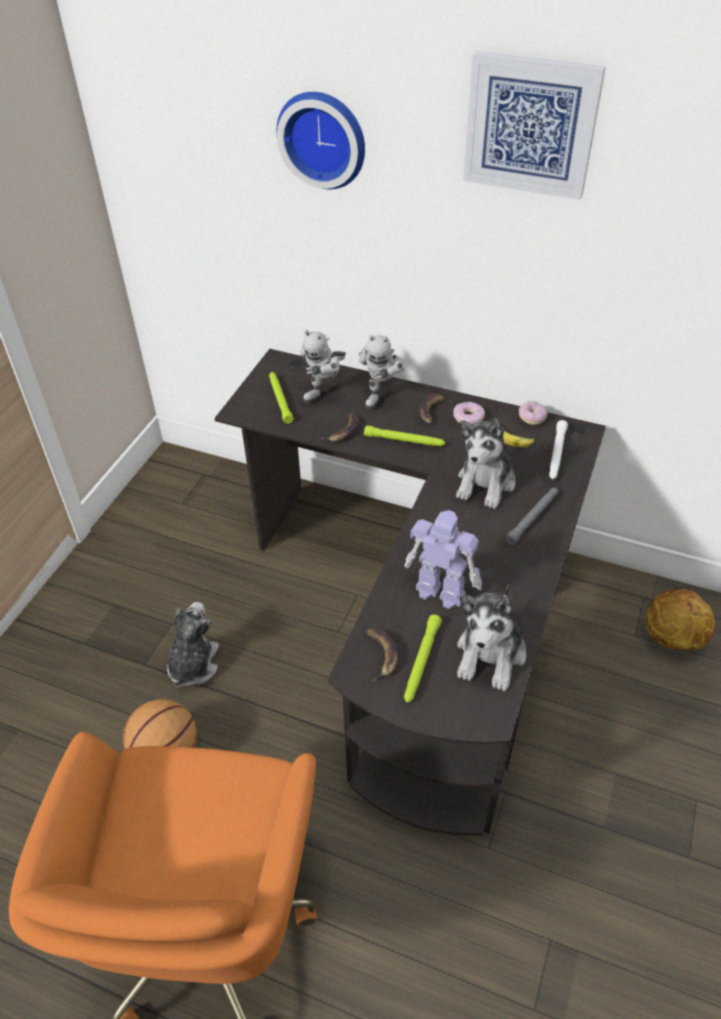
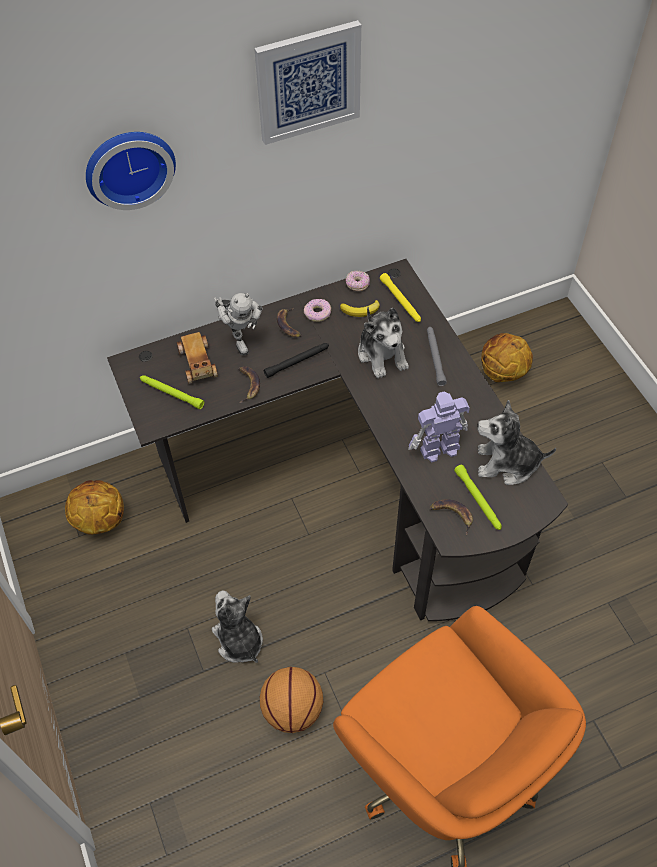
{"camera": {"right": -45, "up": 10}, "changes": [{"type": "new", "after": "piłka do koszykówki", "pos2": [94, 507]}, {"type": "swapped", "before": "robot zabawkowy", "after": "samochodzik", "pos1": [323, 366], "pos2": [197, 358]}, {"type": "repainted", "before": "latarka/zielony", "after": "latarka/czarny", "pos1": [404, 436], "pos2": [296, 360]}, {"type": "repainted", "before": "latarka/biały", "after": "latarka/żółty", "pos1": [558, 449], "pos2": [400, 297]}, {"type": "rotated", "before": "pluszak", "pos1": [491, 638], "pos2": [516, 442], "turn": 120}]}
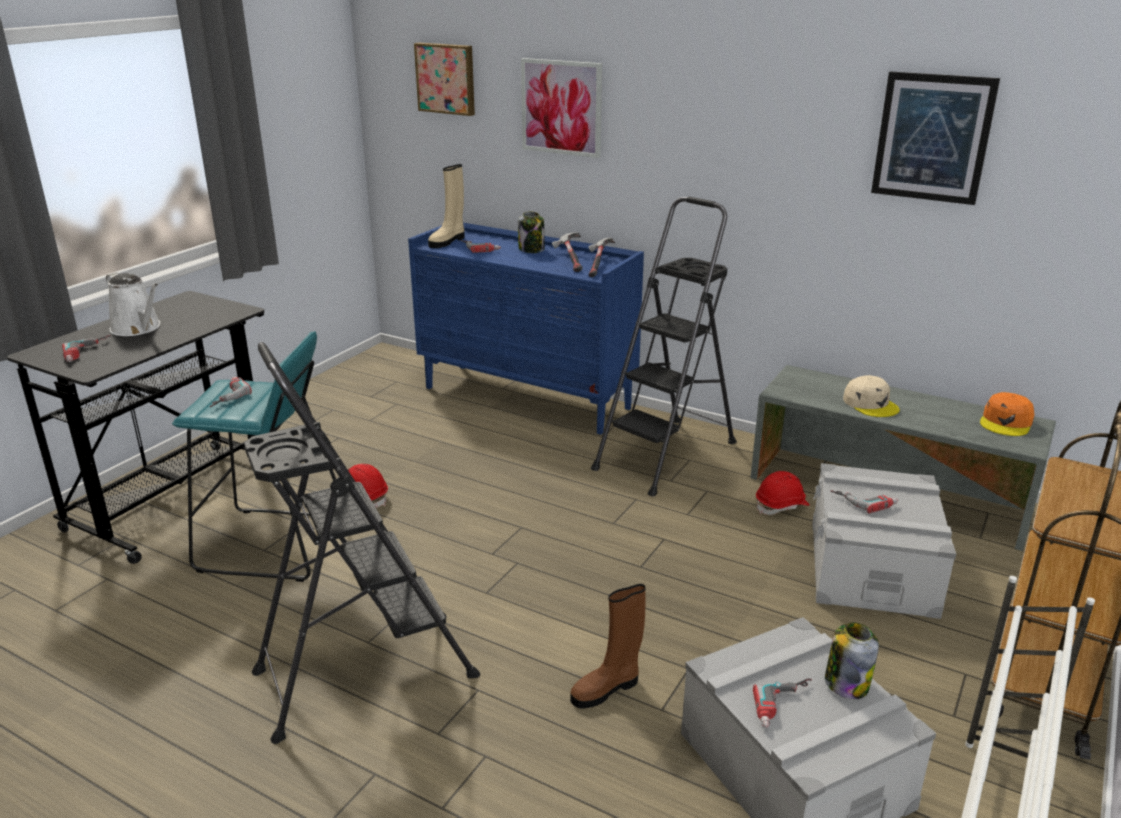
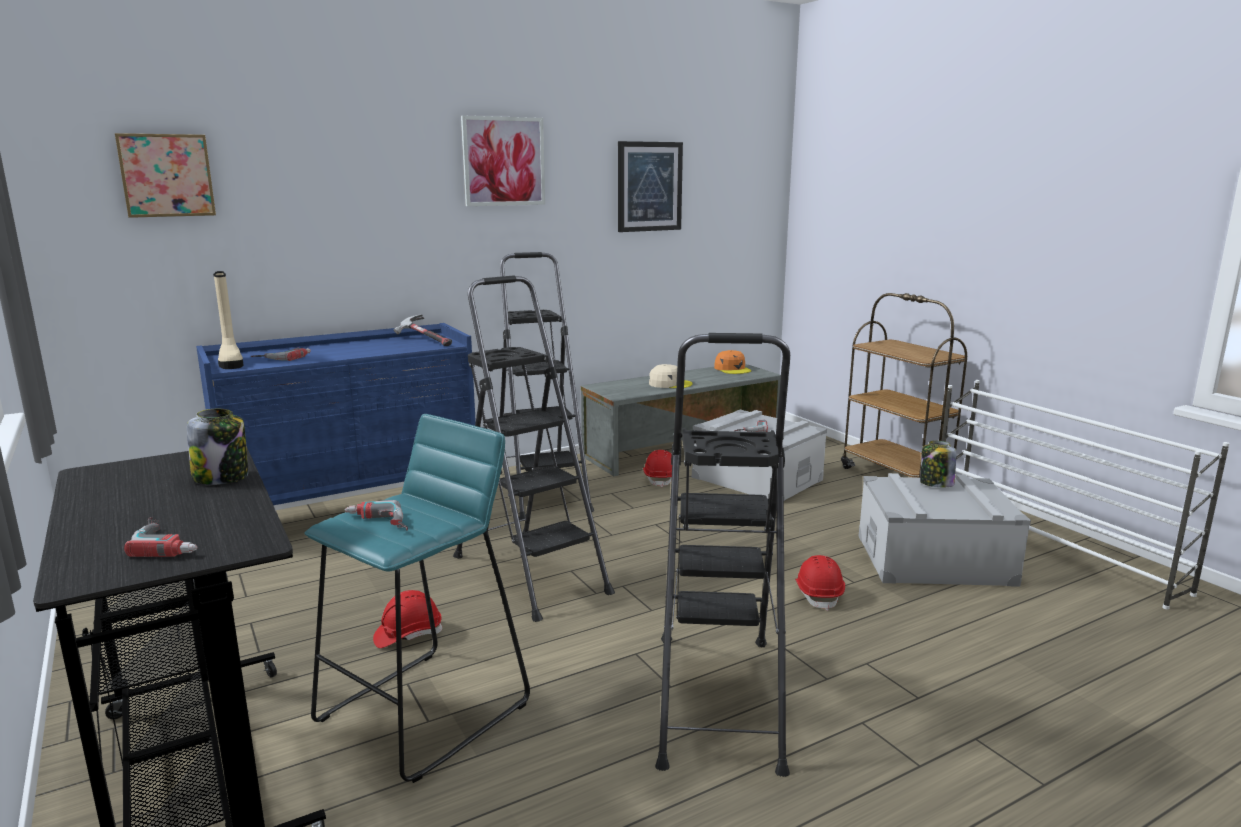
{"camera": {"right": -60, "up": -10}, "changes": [{"type": "shifted", "before": "słoik", "pos1": [531, 232], "pos2": [217, 447]}, {"type": "new", "after": "drabinka", "pos2": [534, 448]}, {"type": "shifted", "before": "obraz", "pos1": [561, 108], "pos2": [503, 160]}, {"type": "swapped", "before": "but z cholewką/brązowy", "after": "kask/czerwony", "pos1": [608, 646], "pos2": [820, 583]}, {"type": "gone", "before": "konewka/biały", "pos1": [133, 304]}, {"type": "gone", "before": "młotek", "pos1": [567, 252]}, {"type": "gone", "before": "wiertarka", "pos1": [782, 703]}]}
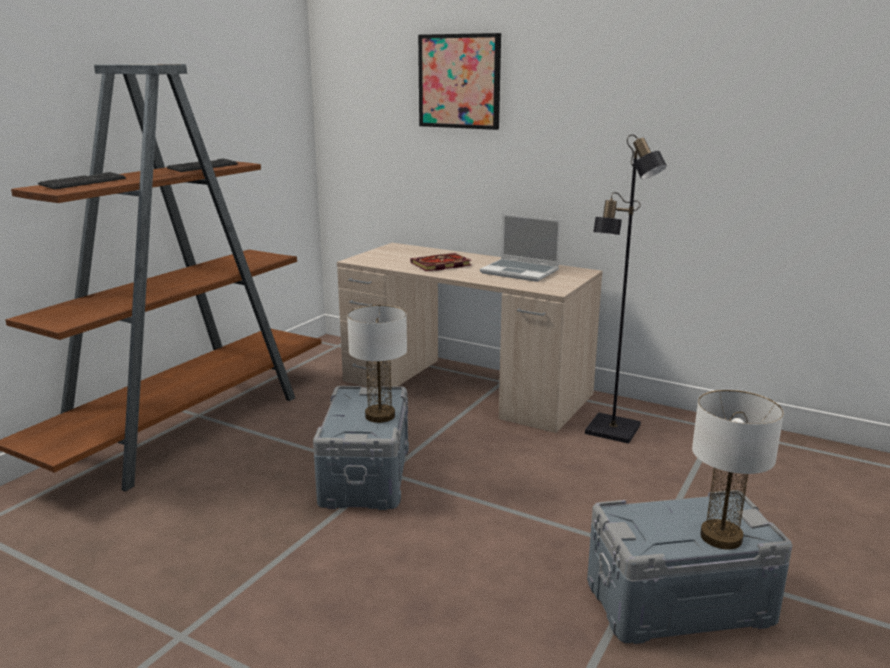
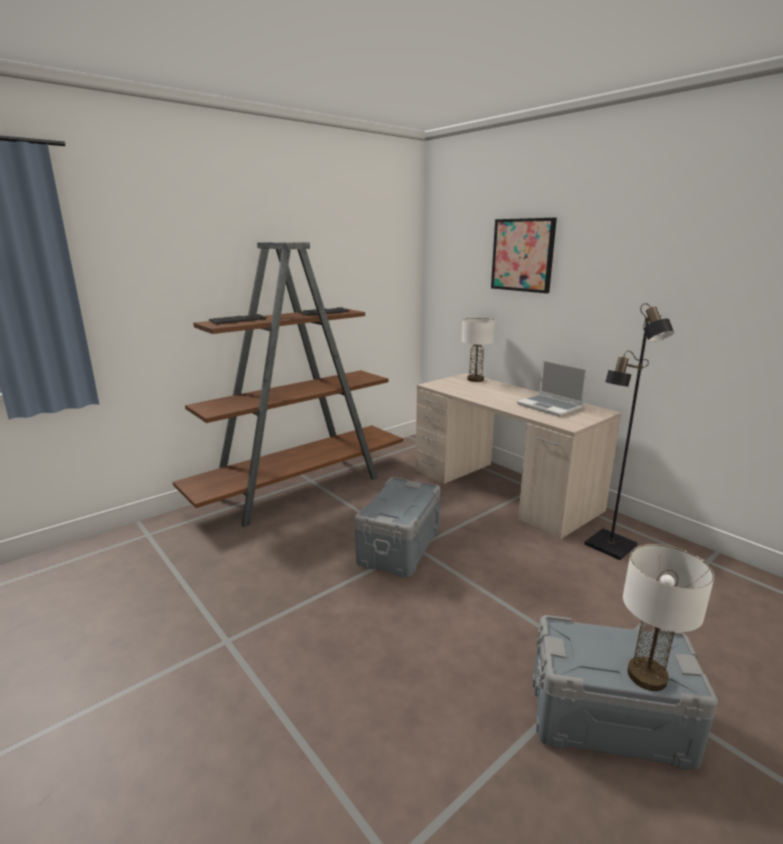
{"camera": {"right": 20, "up": 0}, "changes": [{"type": "shifted", "before": "lampa stołowa", "pos1": [377, 364], "pos2": [478, 350]}, {"type": "gone", "before": "książka", "pos1": [441, 262]}]}
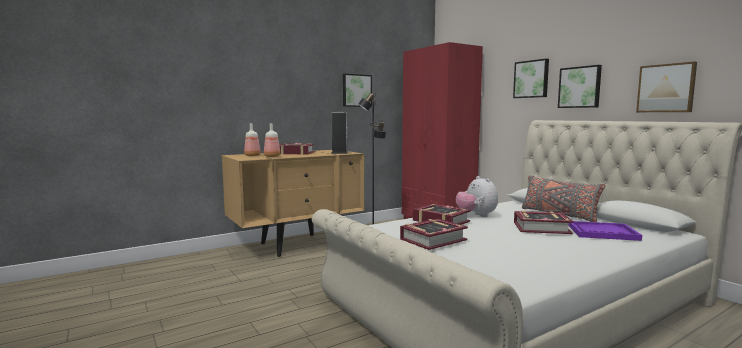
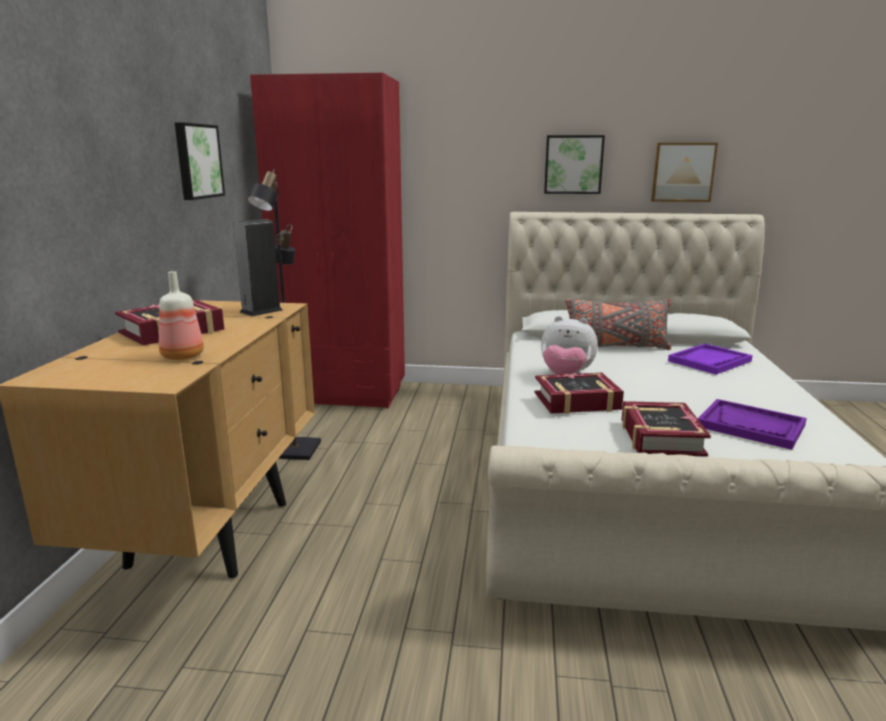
{"camera": {"right": -50, "up": 10}, "changes": [{"type": "new", "after": "taca/fioletowy", "pos2": [752, 424]}, {"type": "gone", "before": "butelka", "pos1": [252, 139]}, {"type": "gone", "before": "obraz", "pos1": [531, 78]}, {"type": "gone", "before": "książka", "pos1": [544, 222]}]}
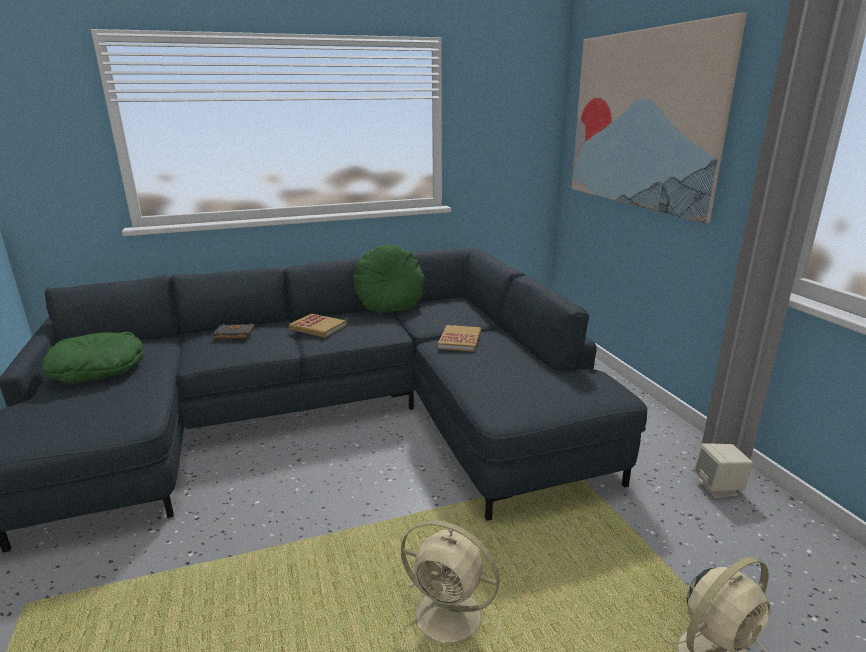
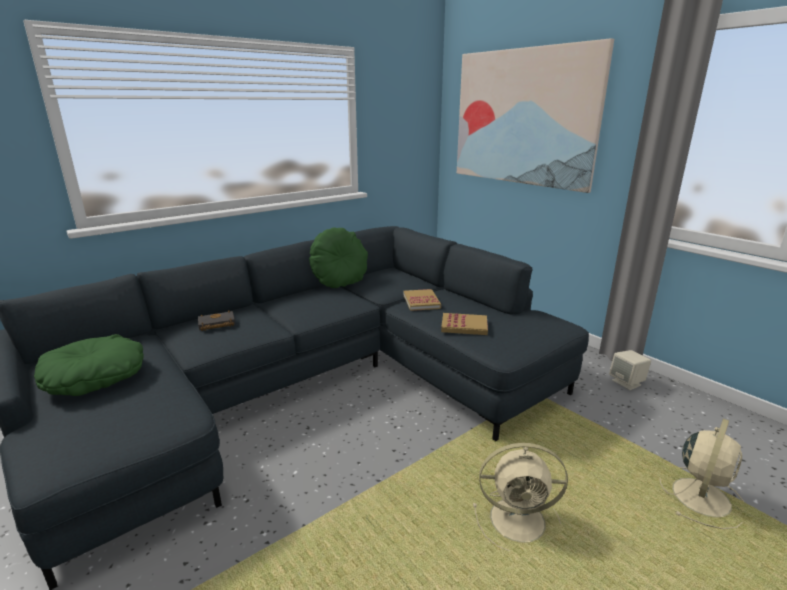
{"camera": {"right": -20, "up": 0}, "changes": [{"type": "shifted", "before": "książka", "pos1": [317, 325], "pos2": [464, 324]}]}
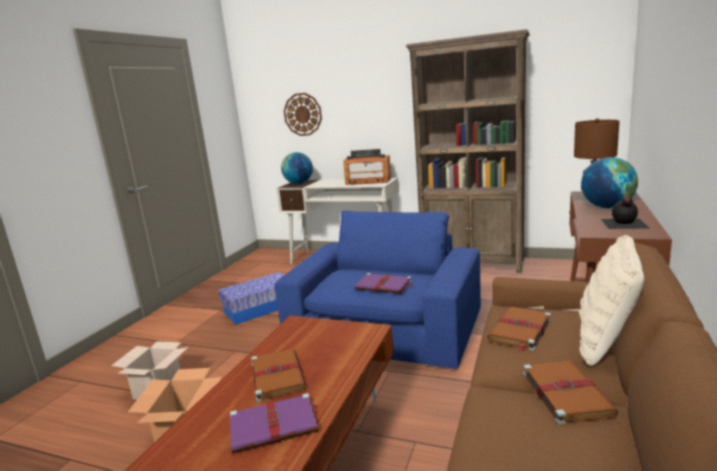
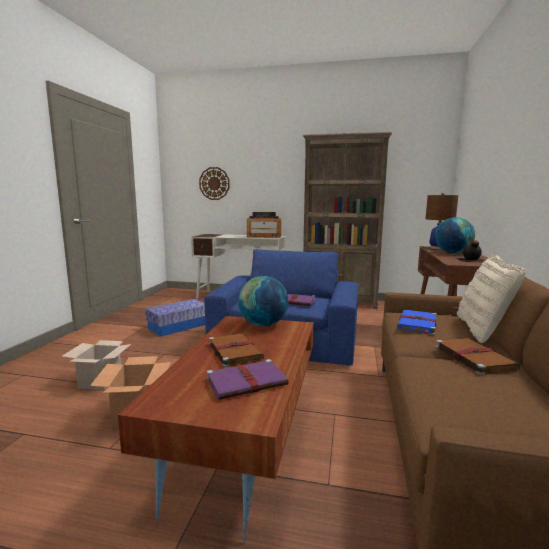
{"camera": {"right": -10, "up": -5}, "changes": [{"type": "shifted", "before": "globus", "pos1": [297, 168], "pos2": [263, 301]}, {"type": "repainted", "before": "książka/brązowy", "after": "książka/niebieski", "pos1": [519, 329], "pos2": [417, 323]}]}
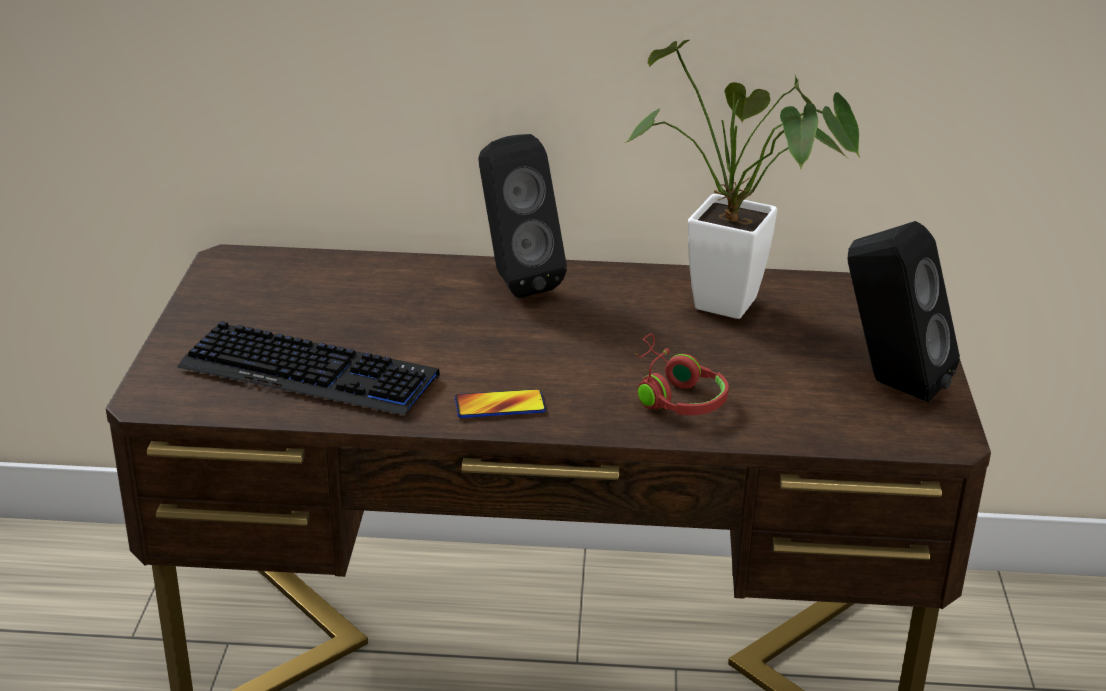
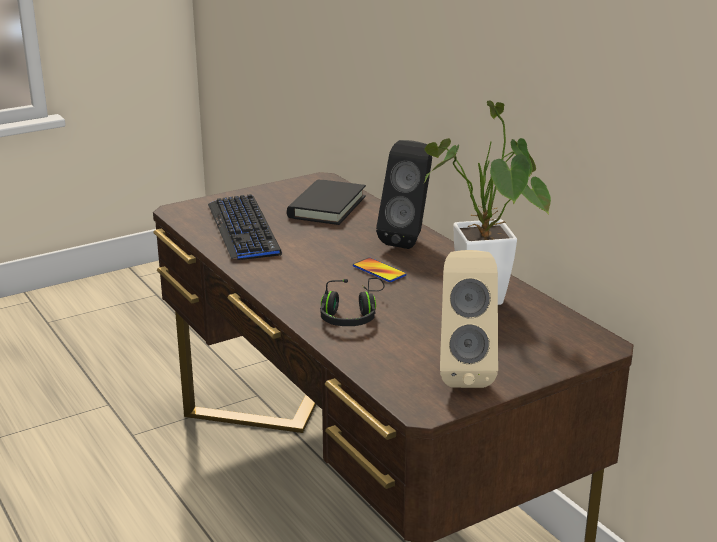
{"camera": {"right": 55, "up": -5}, "changes": [{"type": "new", "after": "książka/czarny", "pos2": [326, 202]}, {"type": "repainted", "before": "słuchawki/czerwony", "after": "słuchawki/czarny", "pos1": [682, 374], "pos2": [352, 302]}, {"type": "shifted", "before": "telefon", "pos1": [500, 403], "pos2": [380, 269]}, {"type": "repainted", "before": "głośnik/czarny", "after": "głośnik/beżowy", "pos1": [904, 311], "pos2": [469, 319]}]}
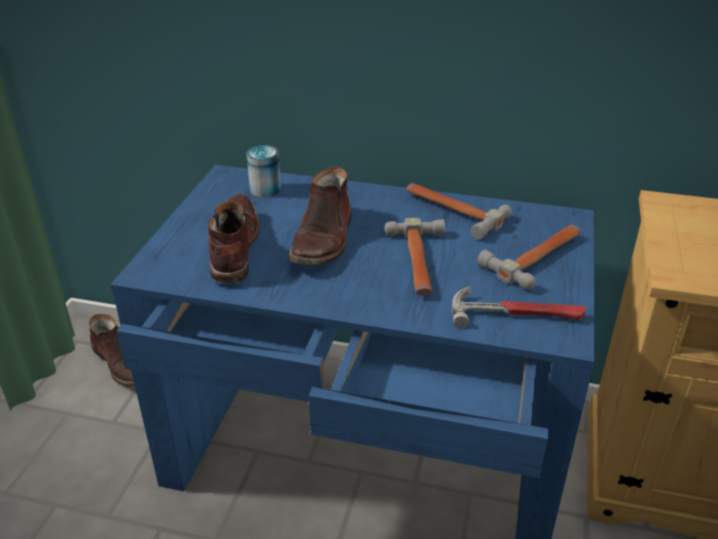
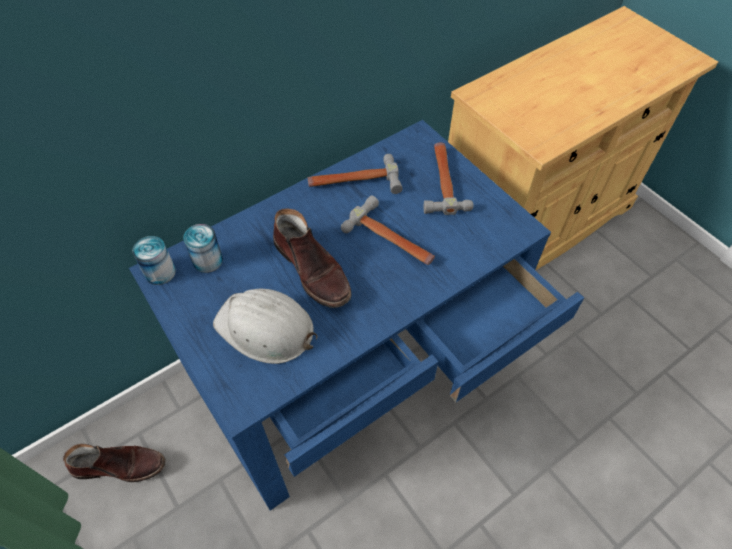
{"camera": {"right": -50, "up": 20}, "changes": [{"type": "new", "after": "puszka", "pos2": [154, 260]}, {"type": "swapped", "before": "but z cholewką/brązowy", "after": "kask/biały", "pos1": [234, 239], "pos2": [265, 326]}, {"type": "gone", "before": "młotek", "pos1": [519, 307]}]}
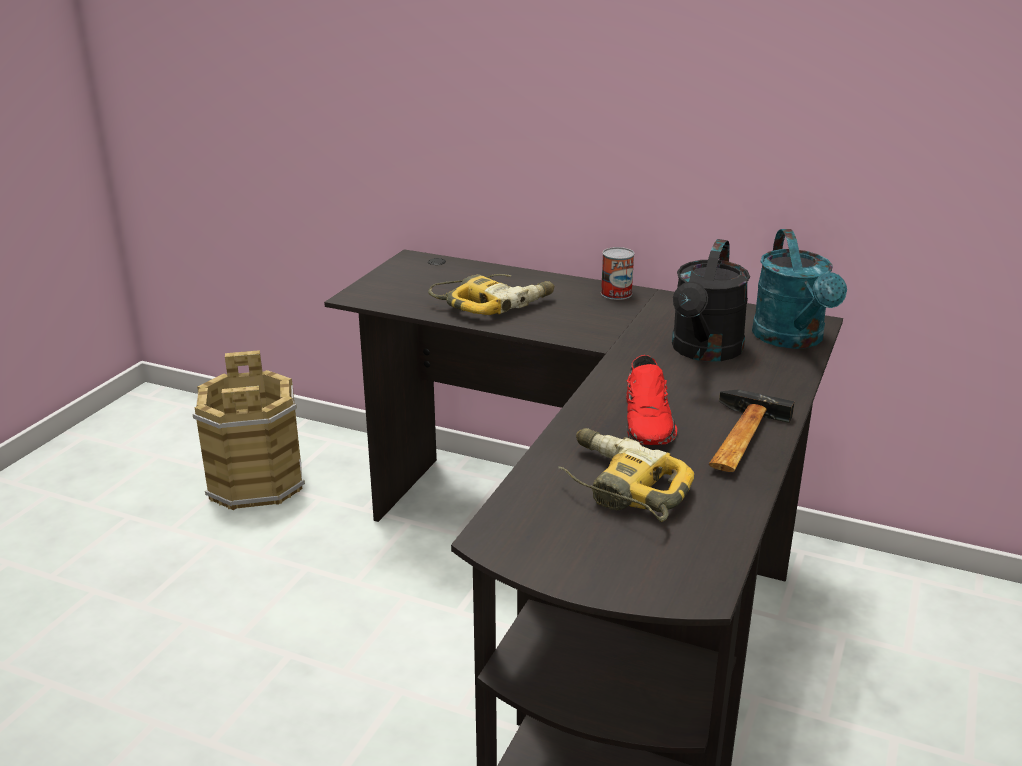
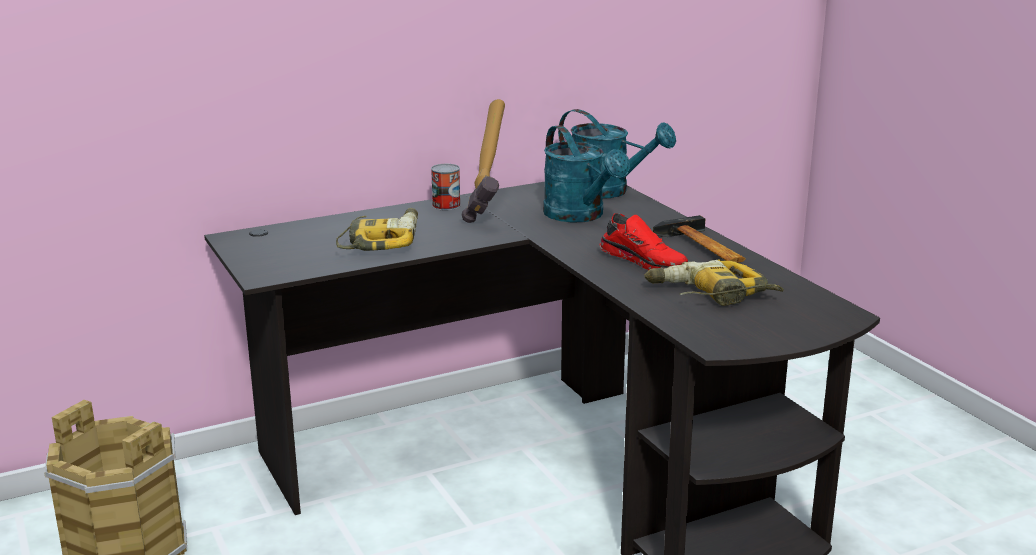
{"camera": {"right": -50, "up": -5}, "changes": [{"type": "new", "after": "młotek", "pos2": [483, 161]}, {"type": "repainted", "before": "konewka/czarny", "after": "konewka/turkusowy", "pos1": [711, 300], "pos2": [586, 174]}]}
